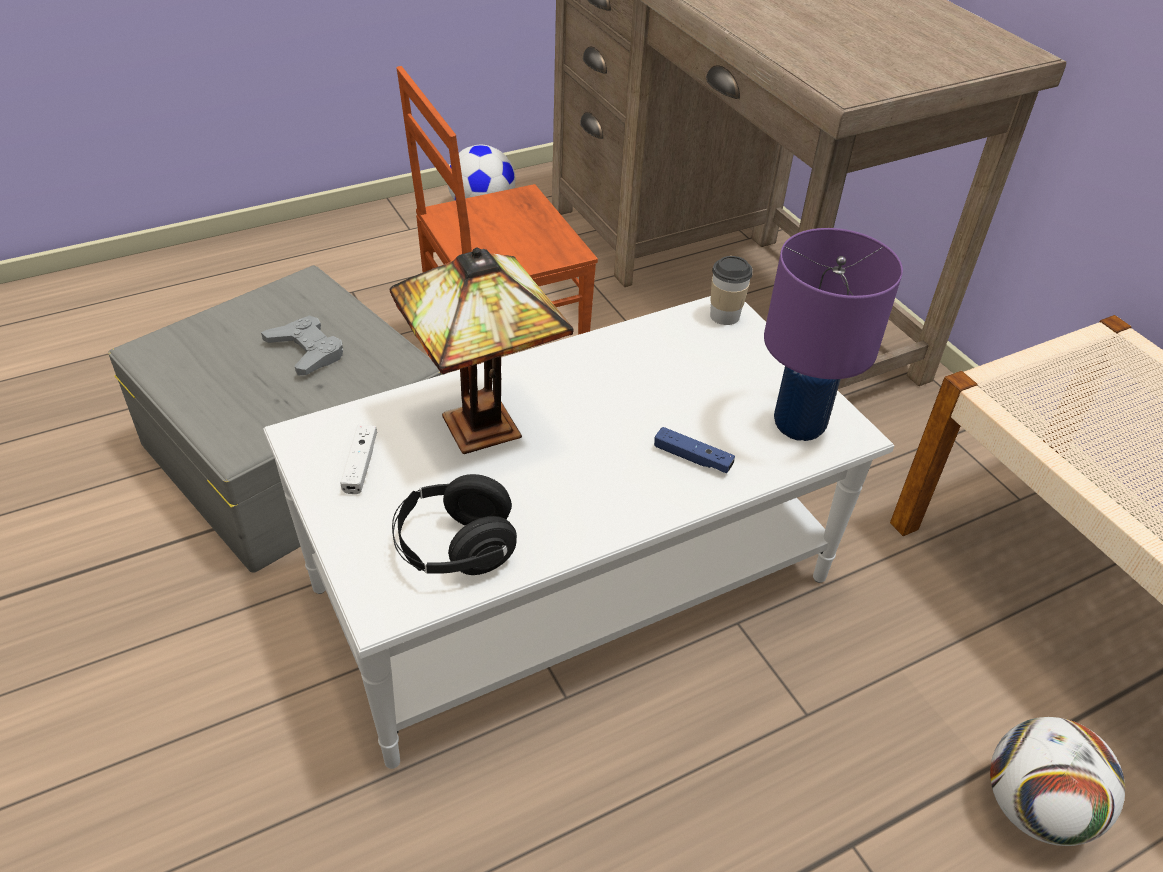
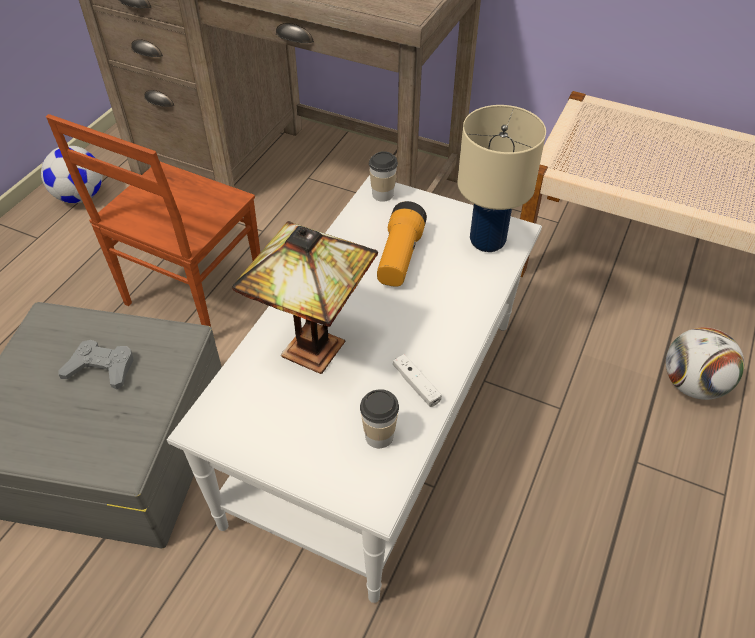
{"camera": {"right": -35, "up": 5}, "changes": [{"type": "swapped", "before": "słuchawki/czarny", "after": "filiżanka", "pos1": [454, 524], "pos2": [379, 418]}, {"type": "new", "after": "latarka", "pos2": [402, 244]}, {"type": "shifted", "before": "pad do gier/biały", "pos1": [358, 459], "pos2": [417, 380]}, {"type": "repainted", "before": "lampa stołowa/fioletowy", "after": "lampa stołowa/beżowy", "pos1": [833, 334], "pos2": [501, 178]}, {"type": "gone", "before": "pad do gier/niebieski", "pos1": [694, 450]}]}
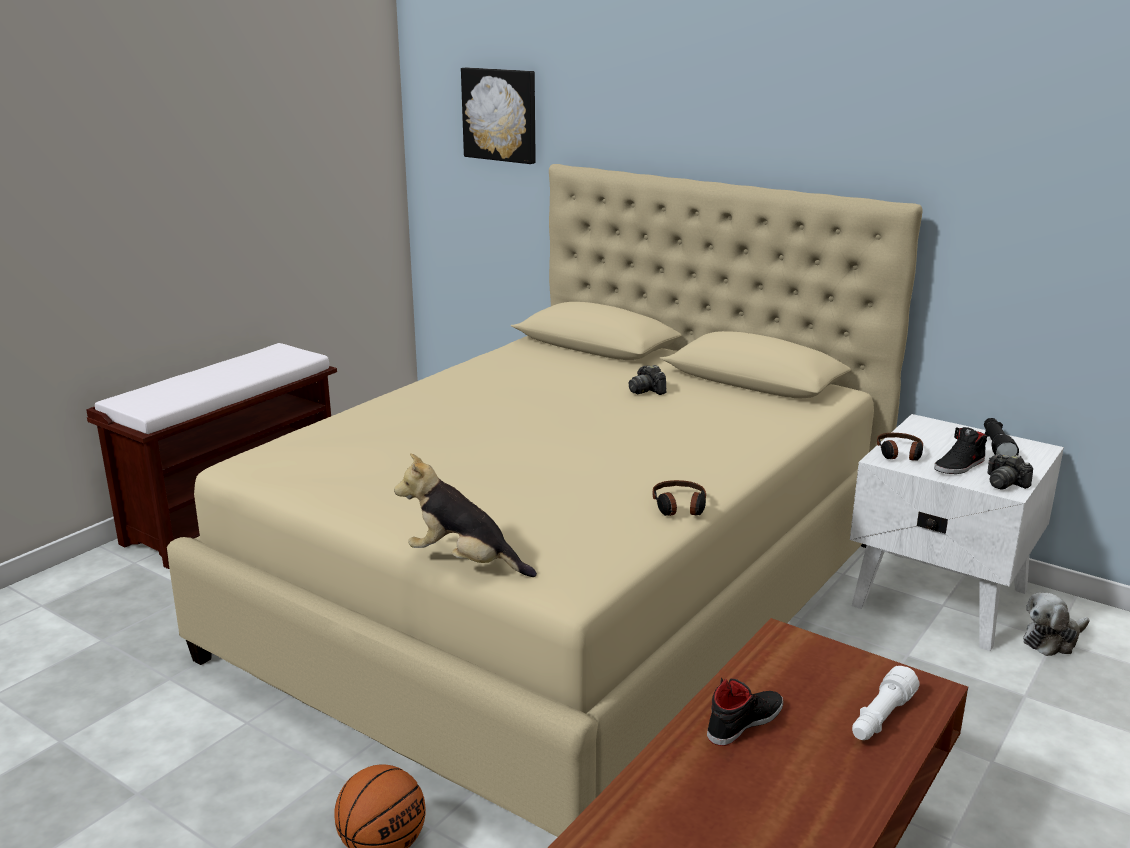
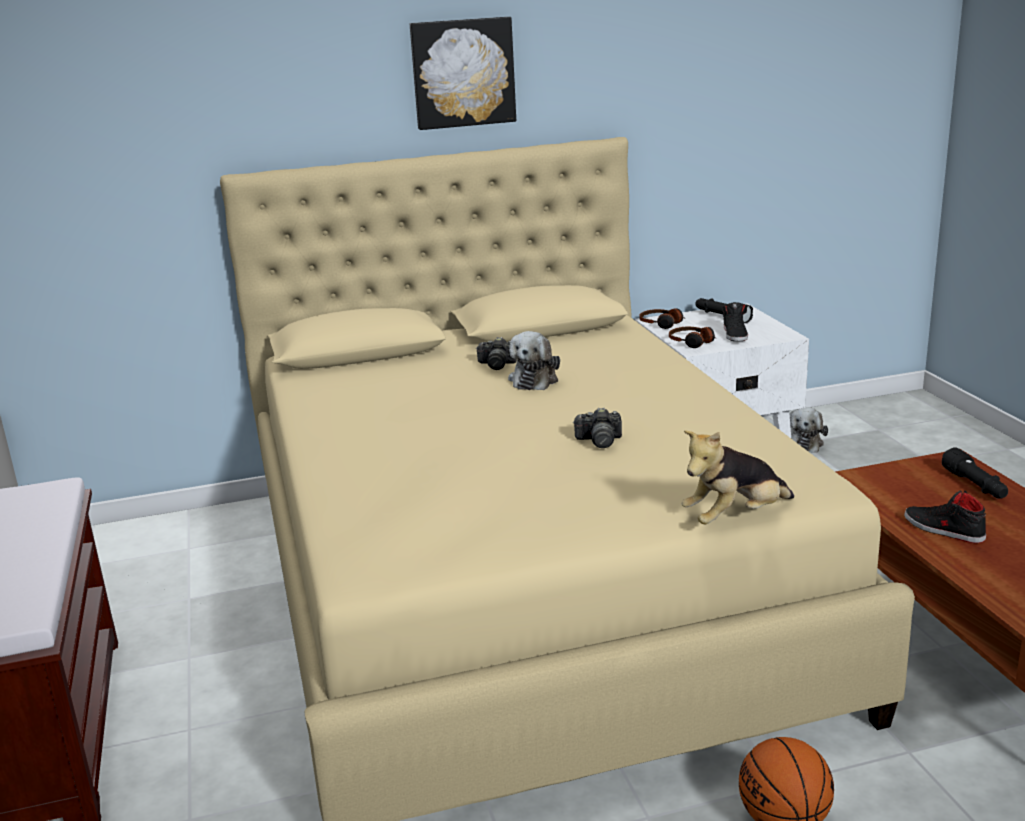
{"camera": {"right": -50, "up": 0}, "changes": [{"type": "shifted", "before": "obraz", "pos1": [498, 115], "pos2": [463, 73]}, {"type": "new", "after": "pluszak", "pos2": [534, 360]}, {"type": "shifted", "before": "aparat fotograficzny", "pos1": [1010, 471], "pos2": [597, 427]}, {"type": "shifted", "before": "słuchawki", "pos1": [679, 498], "pos2": [662, 318]}, {"type": "rotated", "before": "but/czarny", "pos1": [745, 712], "pos2": [945, 517], "turn": -45}, {"type": "repainted", "before": "latarka/biały", "after": "latarka/czarny", "pos1": [886, 703], "pos2": [975, 473]}]}
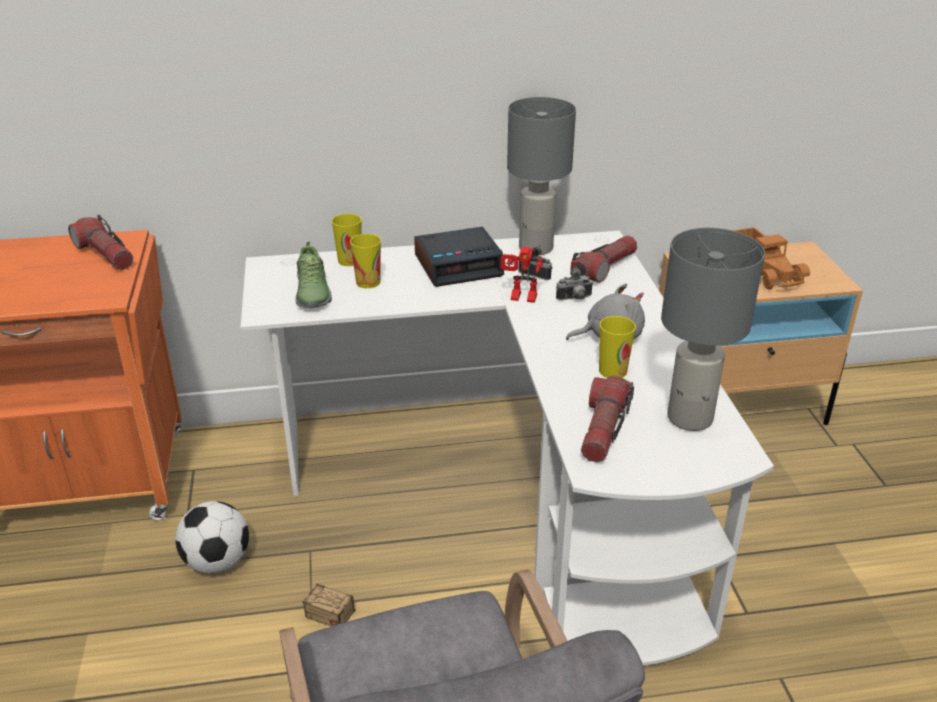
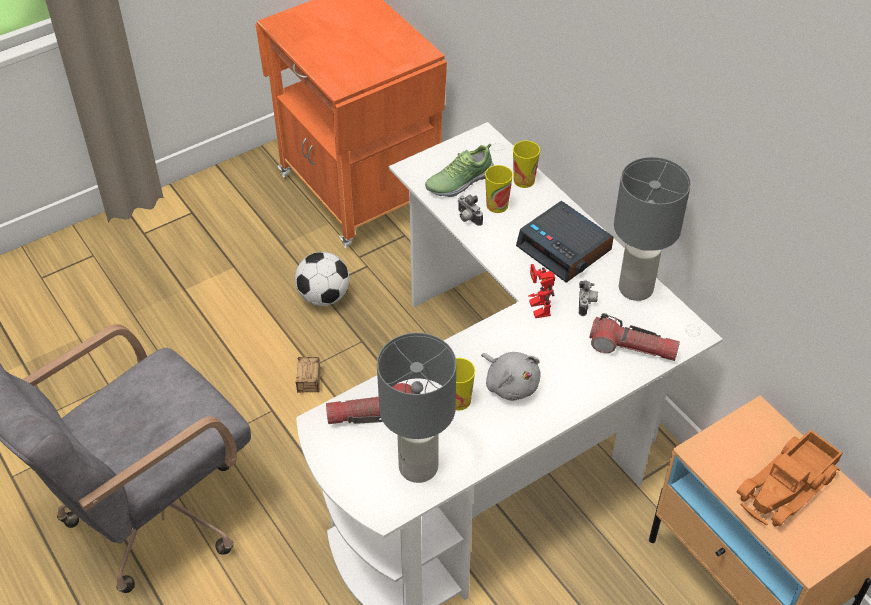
{"camera": {"right": 65, "up": 15}, "changes": [{"type": "shifted", "before": "aparat fotograficzny", "pos1": [574, 283], "pos2": [470, 210]}, {"type": "gone", "before": "latarka", "pos1": [100, 242]}]}
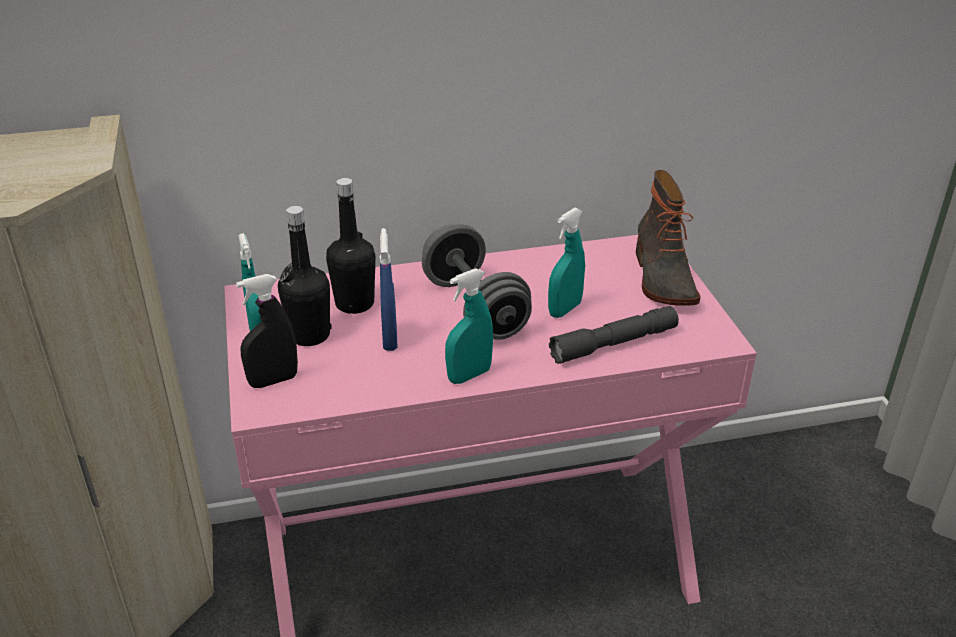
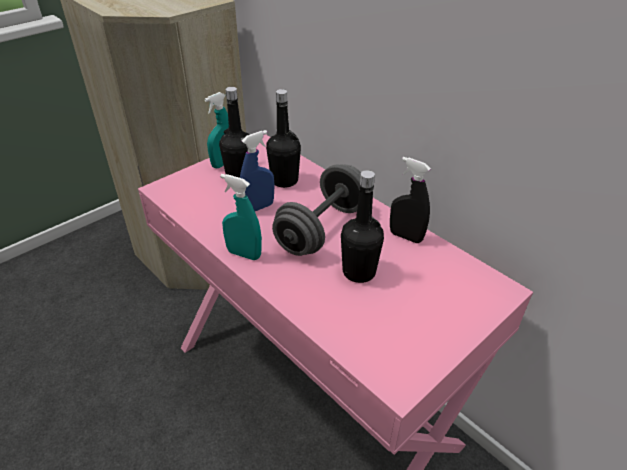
{"camera": {"right": 60, "up": 5}, "changes": [{"type": "swapped", "before": "spryskiwacz/turkusowy", "after": "butelka/czarny", "pos1": [566, 263], "pos2": [362, 226]}, {"type": "shifted", "before": "spryskiwacz/czarny", "pos1": [267, 331], "pos2": [410, 200]}, {"type": "gone", "before": "latarka/szary", "pos1": [614, 335]}, {"type": "gone", "before": "but z cholewką", "pos1": [668, 238]}]}
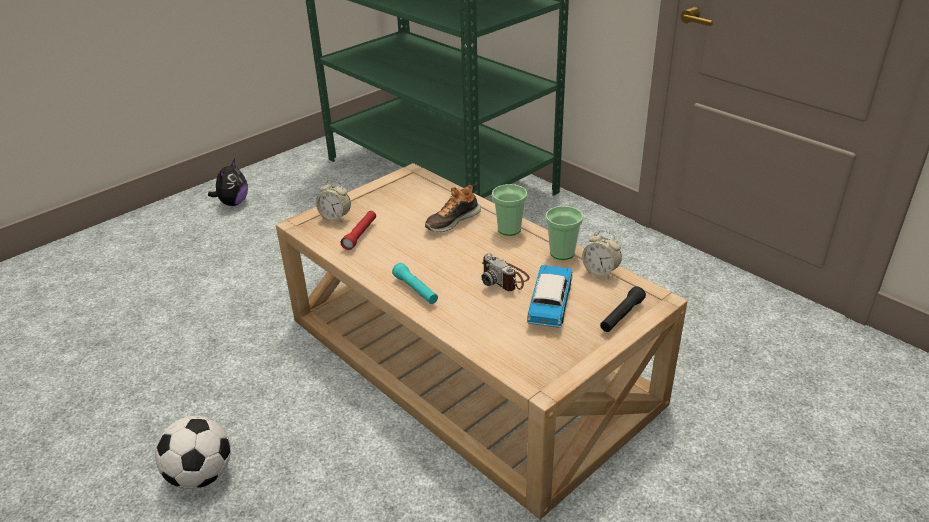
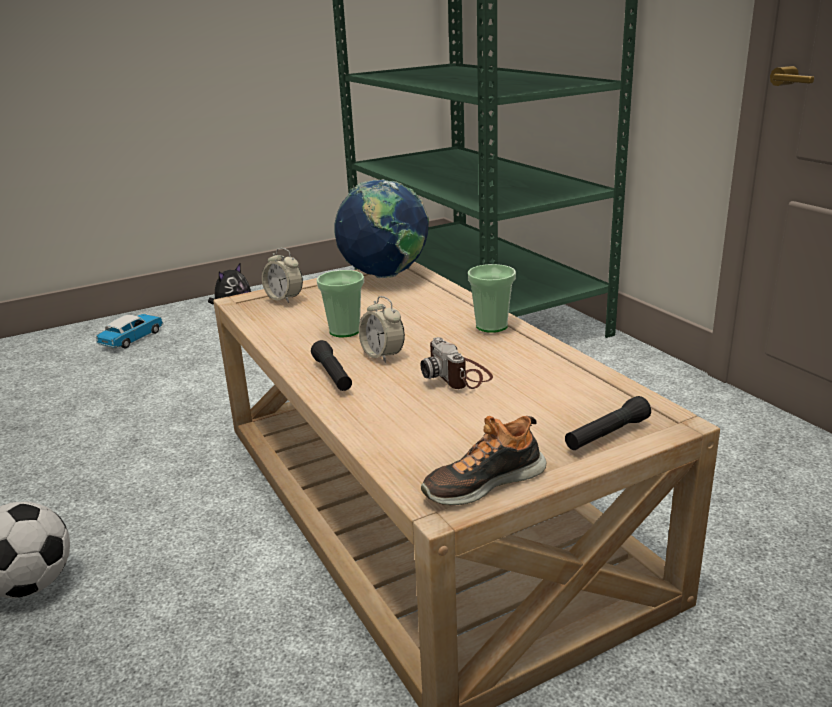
{"camera": {"right": 15, "up": -10}, "changes": [{"type": "shifted", "before": "samochodzik", "pos1": [550, 296], "pos2": [130, 331]}, {"type": "repainted", "before": "latarka/turkusowy", "after": "latarka/czarny", "pos1": [415, 283], "pos2": [331, 365]}, {"type": "shifted", "before": "filiżanka", "pos1": [564, 233], "pos2": [340, 303]}, {"type": "new", "after": "globus", "pos2": [381, 228]}, {"type": "shifted", "before": "budzik", "pos1": [602, 254], "pos2": [382, 329]}, {"type": "shifted", "before": "but", "pos1": [453, 208], "pos2": [483, 460]}, {"type": "gone", "before": "latarka/czerwony", "pos1": [358, 230]}]}
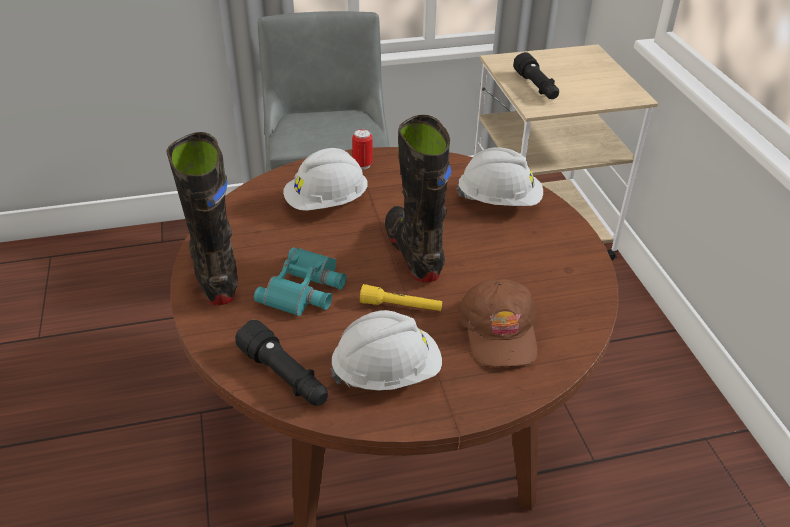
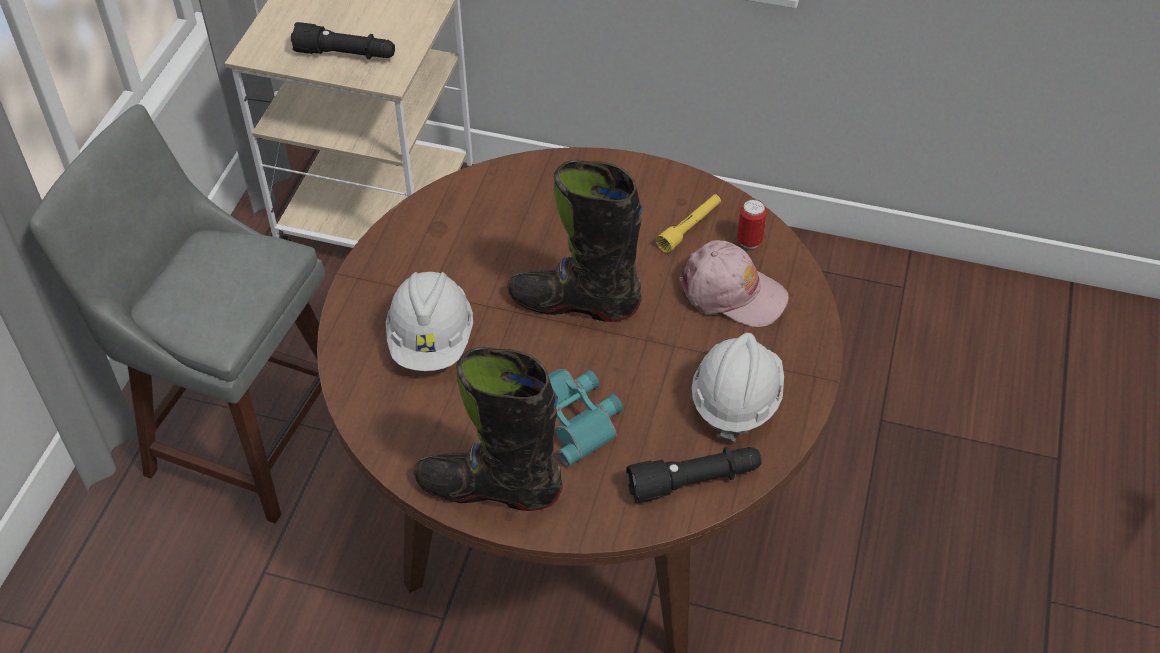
{"camera": {"right": -60, "up": 10}, "changes": [{"type": "shifted", "before": "latarka/żółty", "pos1": [401, 297], "pos2": [688, 223]}, {"type": "repainted", "before": "czapka z daszkiem/brązowy", "after": "czapka z daszkiem/różowy", "pos1": [498, 323], "pos2": [734, 283]}, {"type": "shifted", "before": "puszka", "pos1": [362, 149], "pos2": [752, 224]}, {"type": "gone", "before": "kask/biały", "pos1": [499, 177]}]}
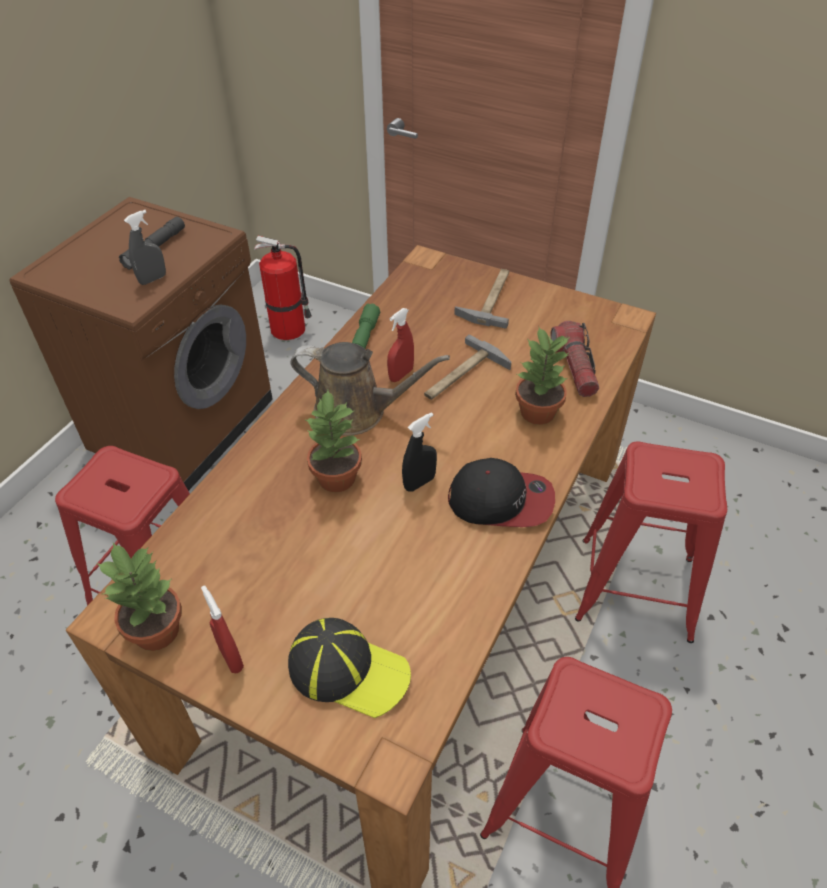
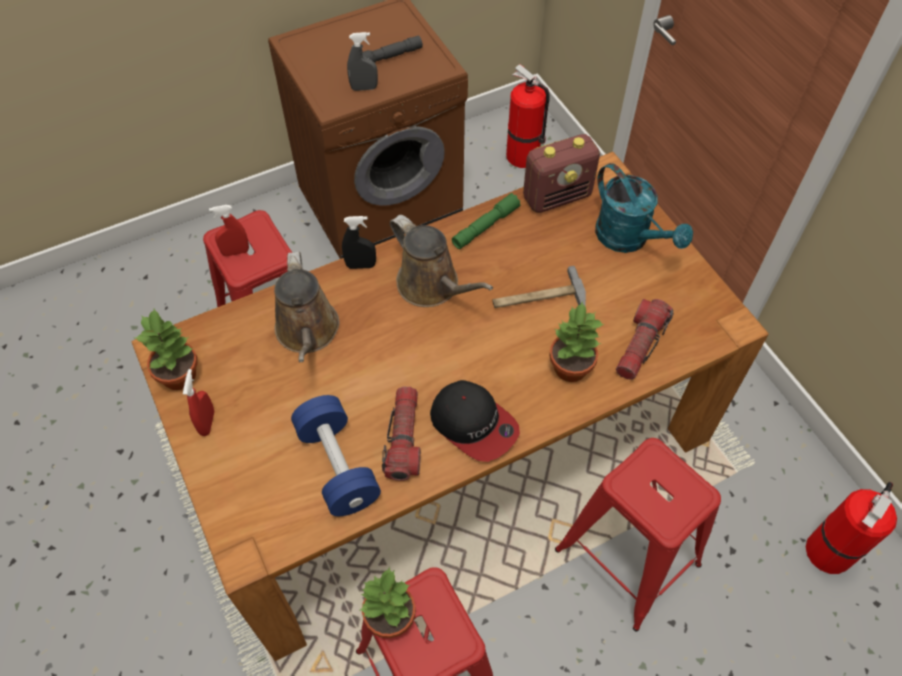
{"camera": {"right": 35, "up": 10}, "changes": [{"type": "shifted", "before": "spryskiwacz/czerwony", "pos1": [400, 345], "pos2": [229, 230]}, {"type": "new", "after": "konewka/brązowy", "pos2": [306, 306]}, {"type": "new", "after": "hantel/niebieski", "pos2": [336, 455]}, {"type": "shifted", "before": "spryskiwacz/czarny", "pos1": [419, 452], "pos2": [359, 242]}, {"type": "shifted", "before": "roślina doniczkowa", "pos1": [333, 441], "pos2": [388, 602]}, {"type": "new", "after": "latarka", "pos2": [401, 433]}, {"type": "new", "after": "radio", "pos2": [561, 173]}, {"type": "swapped", "before": "młotek", "after": "konewka/turkusowy", "pos1": [481, 299], "pos2": [644, 208]}, {"type": "new", "after": "gaśnica", "pos2": [851, 528]}, {"type": "gone", "before": "czapka z daszkiem", "pos1": [349, 668]}]}
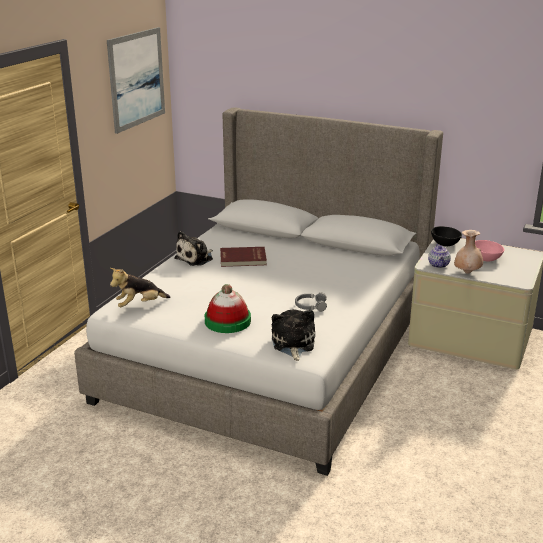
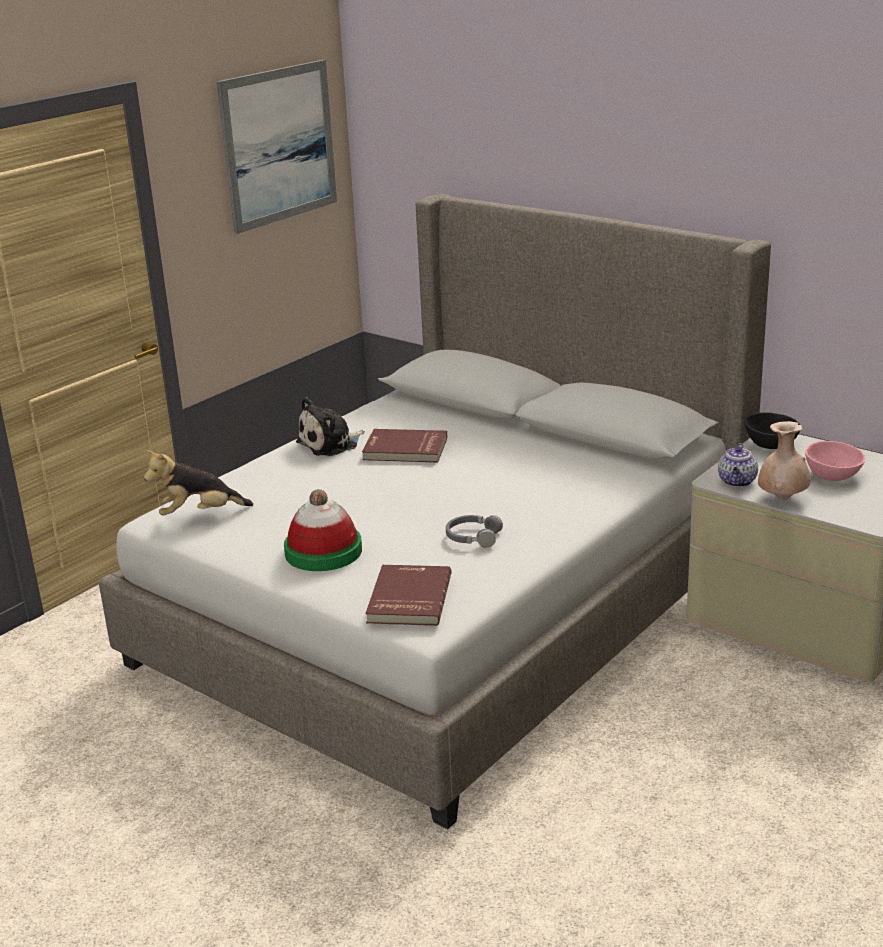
{"camera": {"right": 15, "up": 0}, "changes": [{"type": "swapped", "before": "pluszak", "after": "książka/czerwony", "pos1": [293, 335], "pos2": [408, 595]}]}
